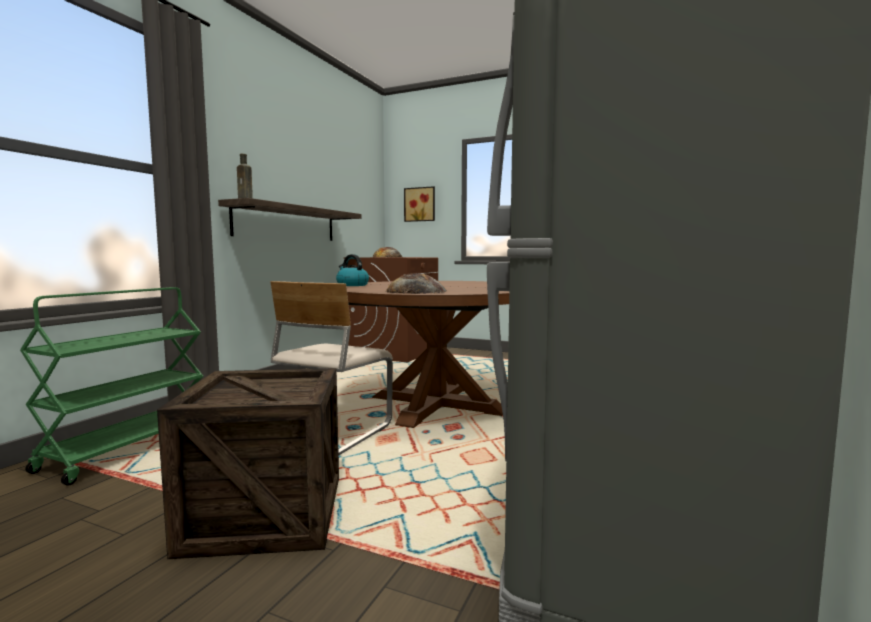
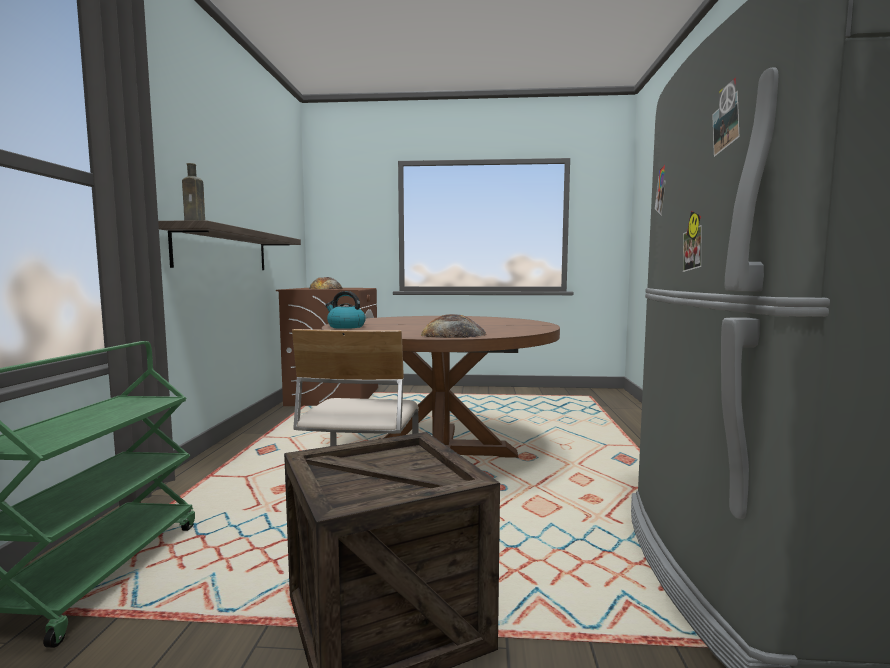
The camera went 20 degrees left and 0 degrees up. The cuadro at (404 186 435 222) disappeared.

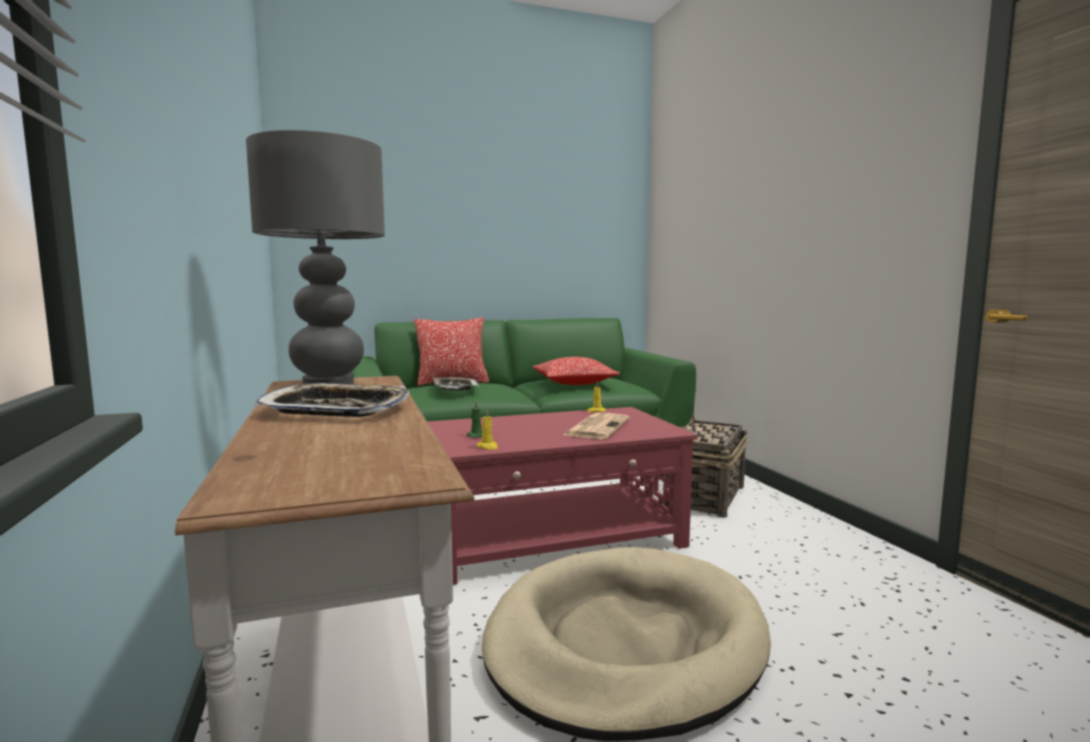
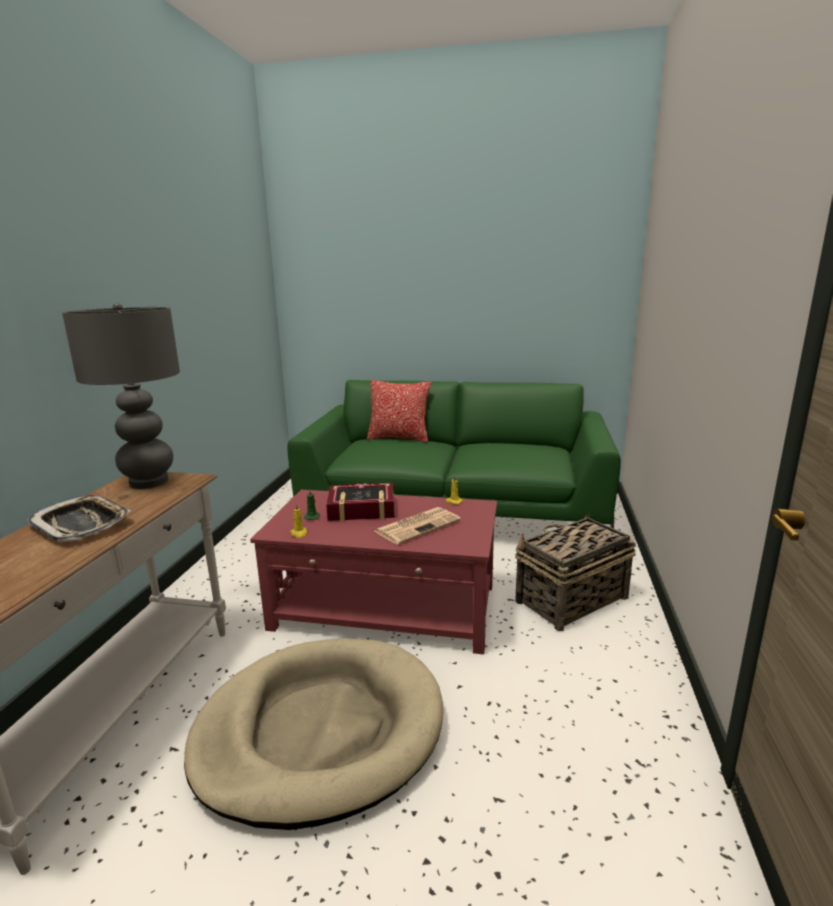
The camera went 30 degrees right and 10 degrees up. The libro at (326 483 395 522) appeared. The bandeja at (433 377 479 391) disappeared. The cojín at (533 357 620 385) disappeared.

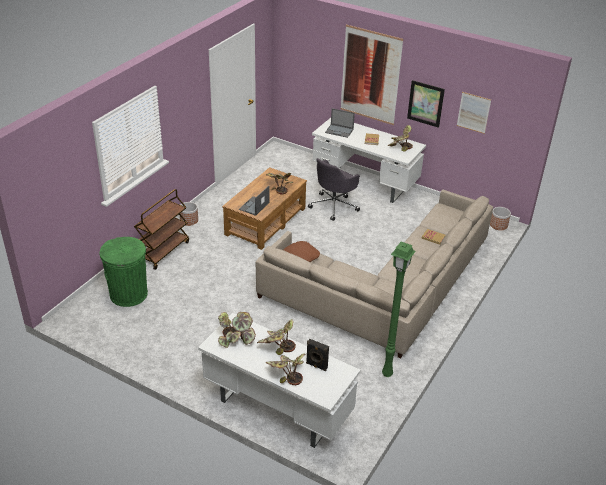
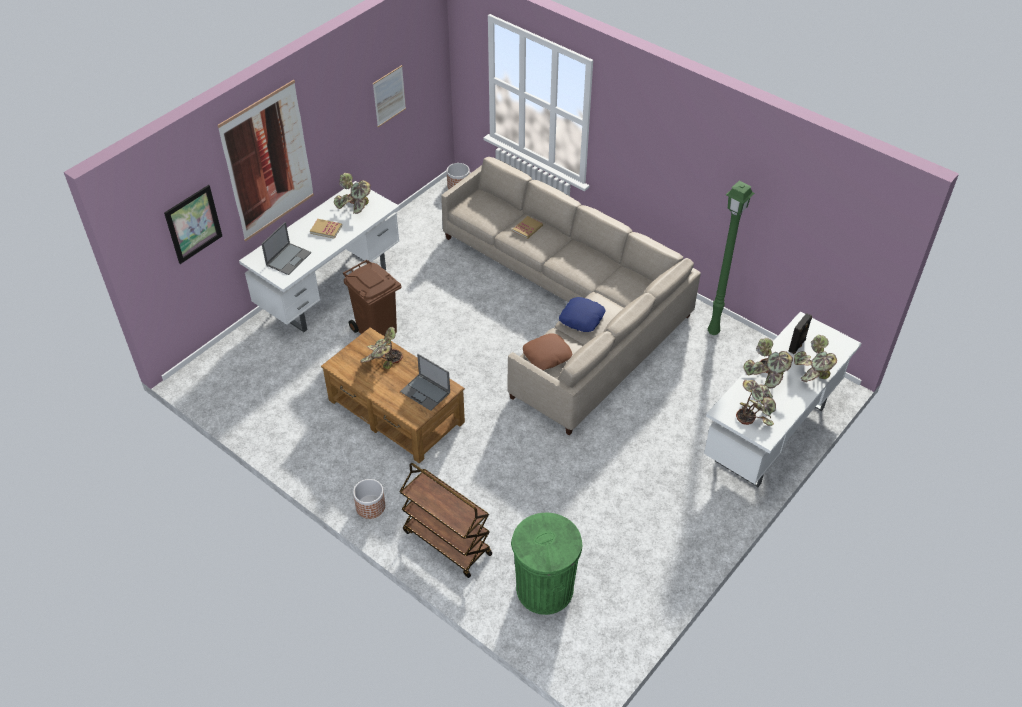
The camera went 80 degrees left and 10 degrees up. The cuadro moved from (407 80 445 128) to (164 185 222 264). The silla de oficina/gris at (308 158 360 221) was replaced by the papelera/marrón at (343 260 401 336). The cojín/azul at (559 297 606 332) appeared.

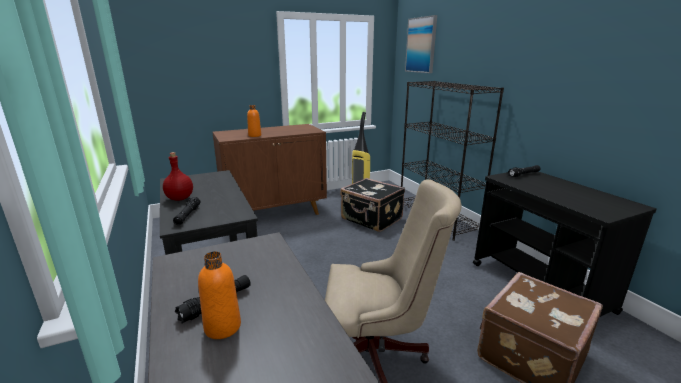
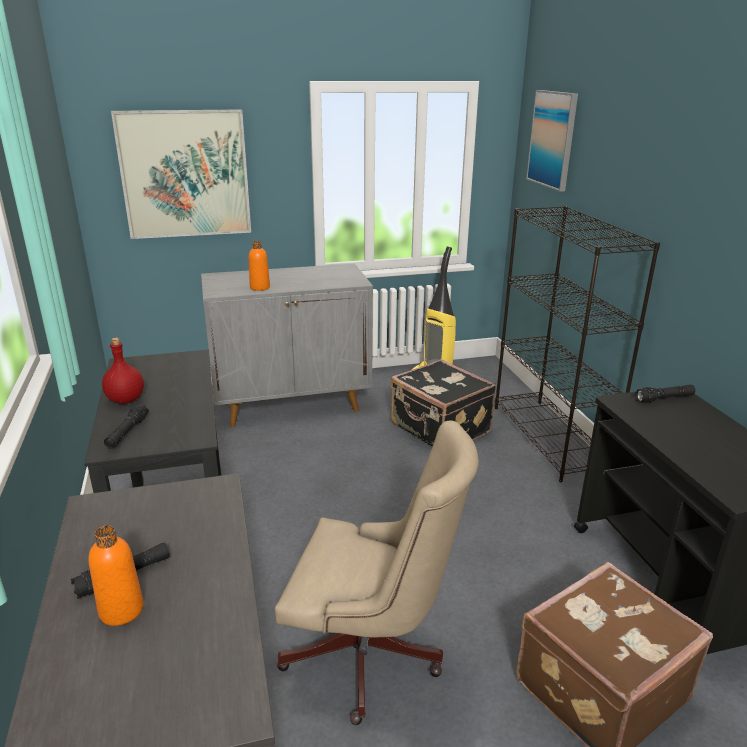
The camera went 10 degrees right and 5 degrees up. The cuadro at (111 109 251 239) appeared. The armario/marrón at (212 124 327 215) became the armario/gris at (201 263 373 427).

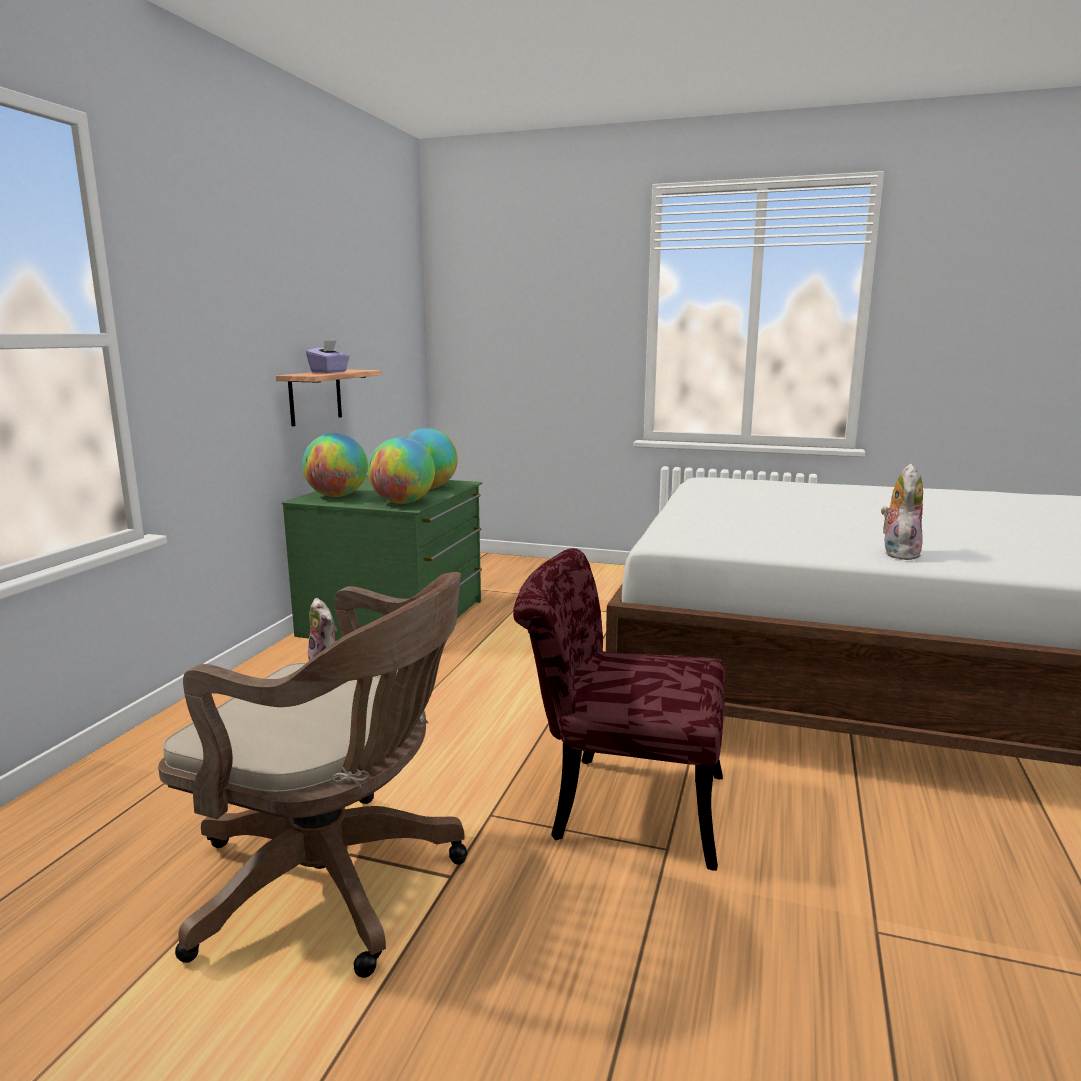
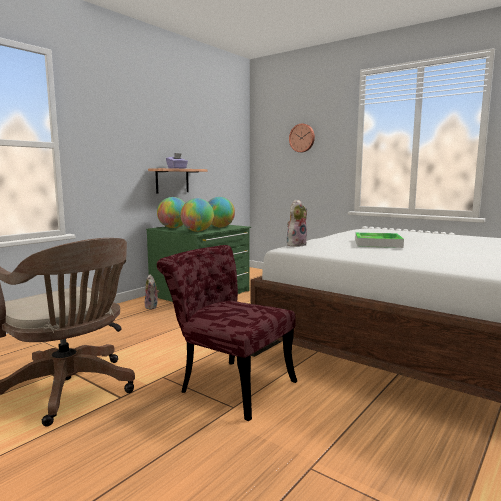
The camera went 20 degrees right and 5 degrees down. The peluche moved from (881 464 923 560) to (287 200 307 247). The reloj de pared at (289 124 315 152) appeared. The bandeja at (355 232 404 248) appeared.

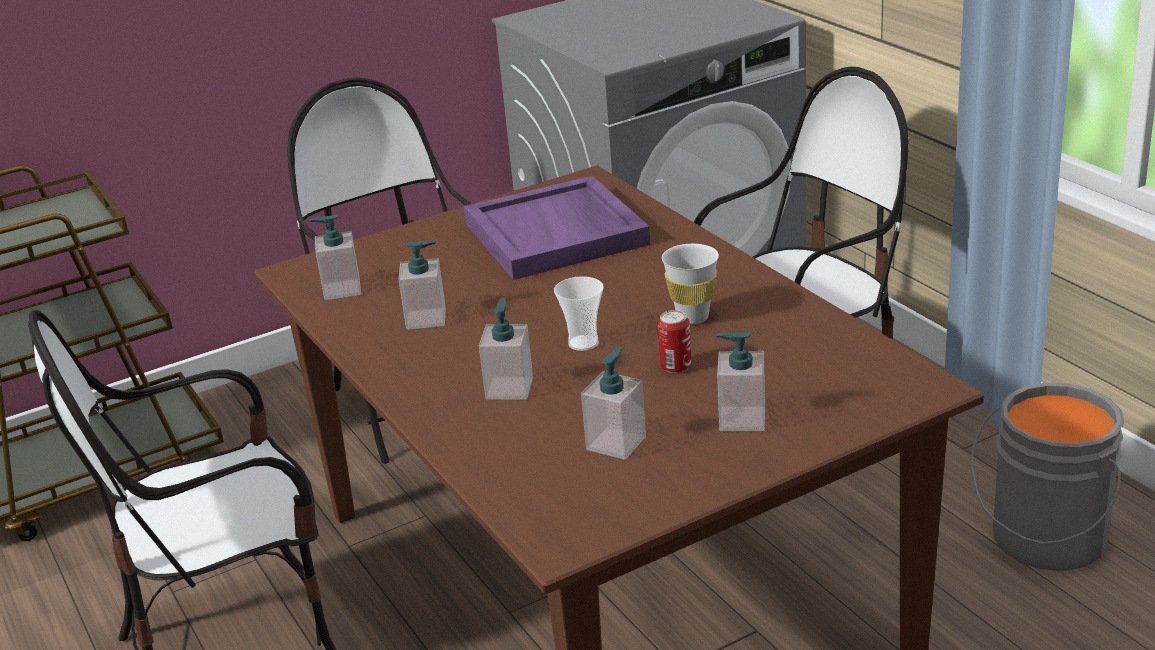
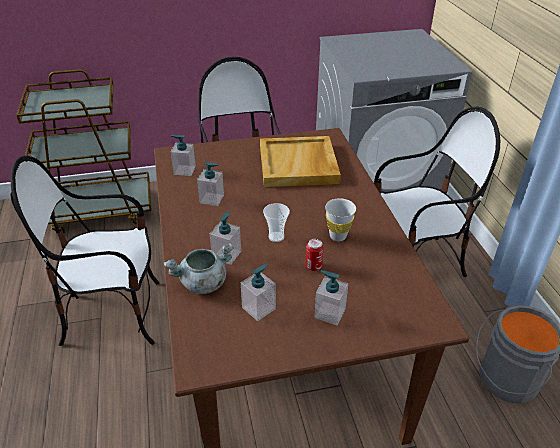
The camera went 15 degrees right and 10 degrees up. The olla/gris at (164 243 234 294) appeared. The bandeja/morado at (464 176 650 280) became the bandeja/beis at (260 136 341 187).

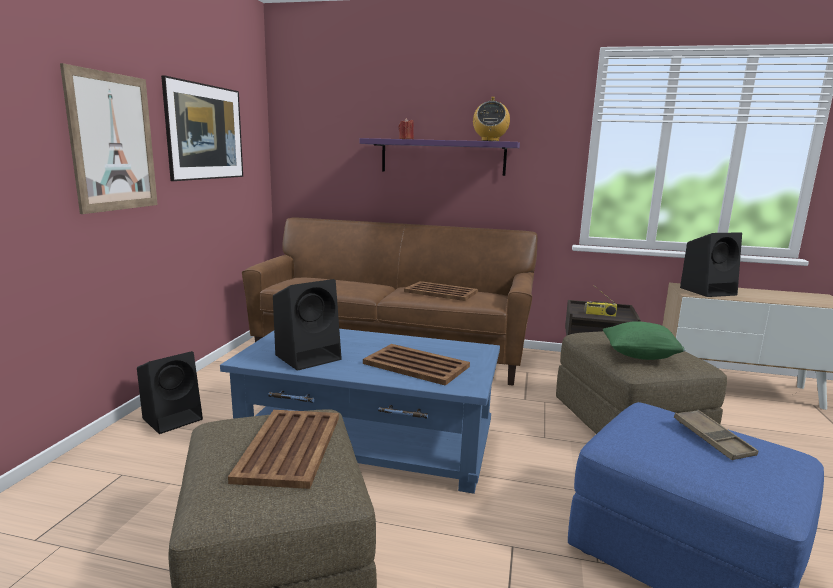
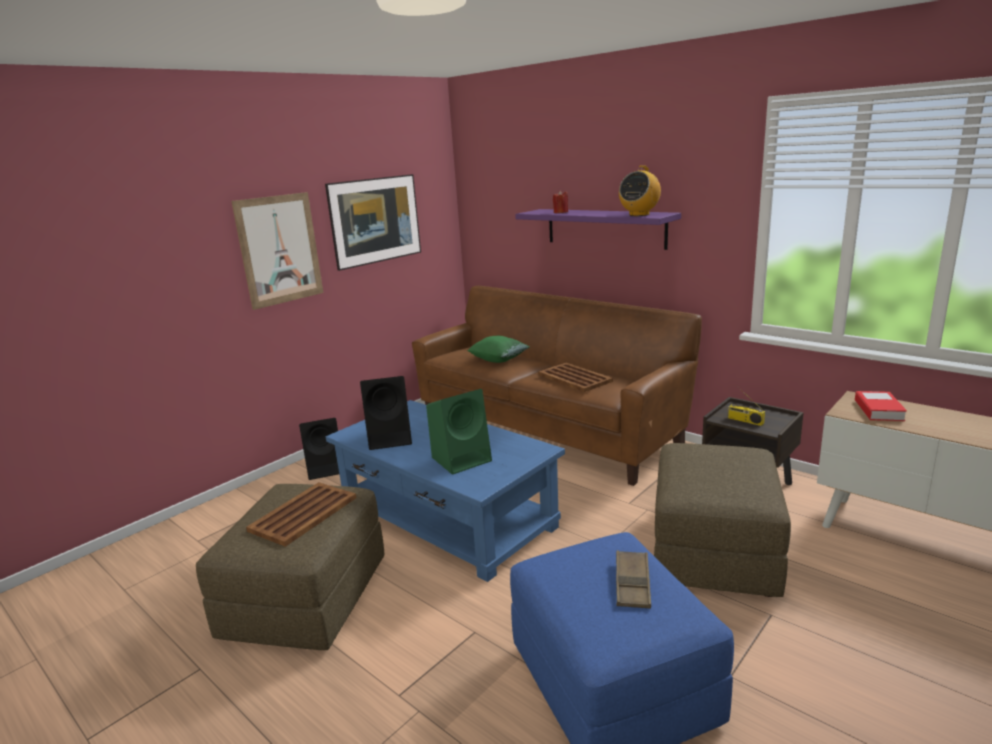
The camera went 30 degrees right and 5 degrees up. The bandeja/marrón at (363 344 470 386) was replaced by the altavoz/verde at (426 389 492 474). The cojín/verde moved from (603 321 686 360) to (467 336 529 363). The altavoz/negro at (680 232 742 297) was replaced by the libro at (855 391 907 421).

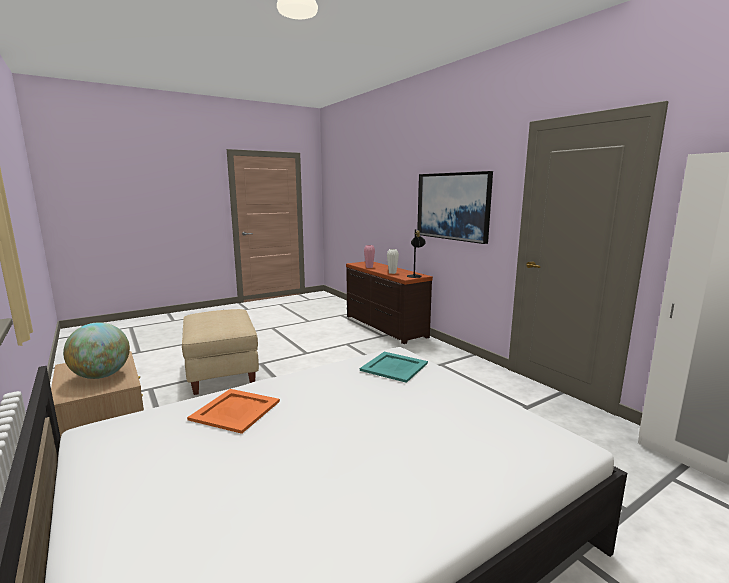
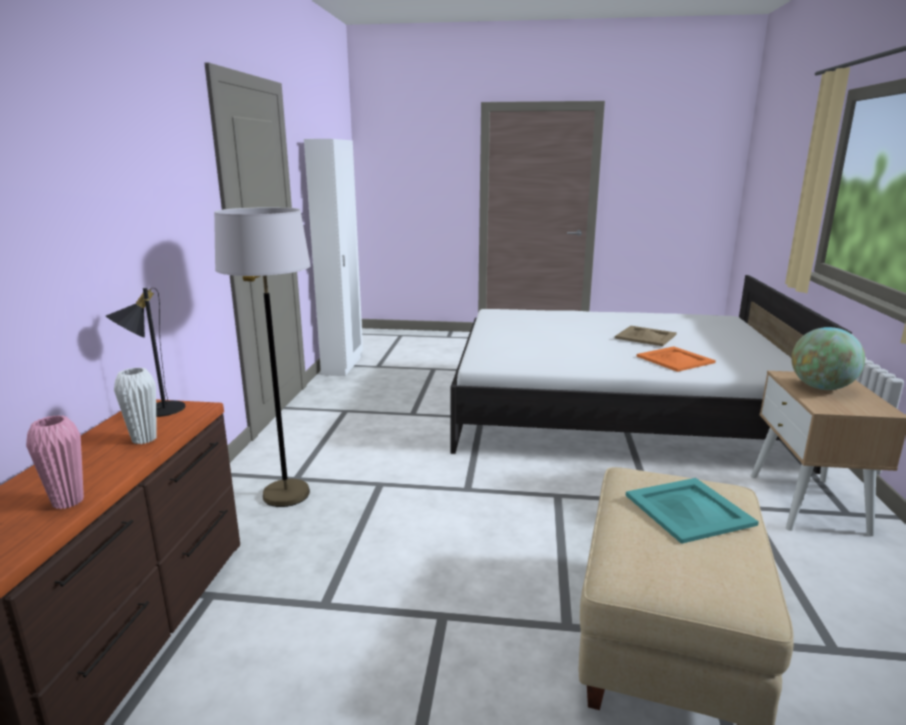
The camera went 140 degrees left and 5 degrees up. The lámpara de pie/gris at (214 207 311 507) appeared. The bandeja/beis at (615 326 677 346) appeared. The bandeja/turquesa moved from (360 352 428 383) to (625 478 759 544). The cuadro at (417 171 493 244) disappeared.

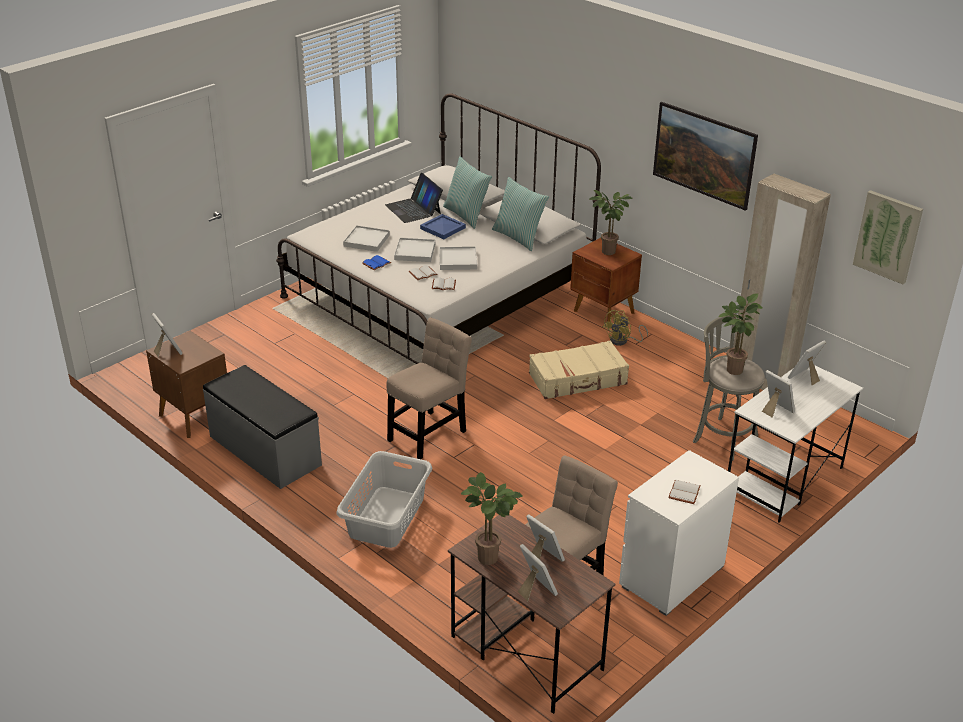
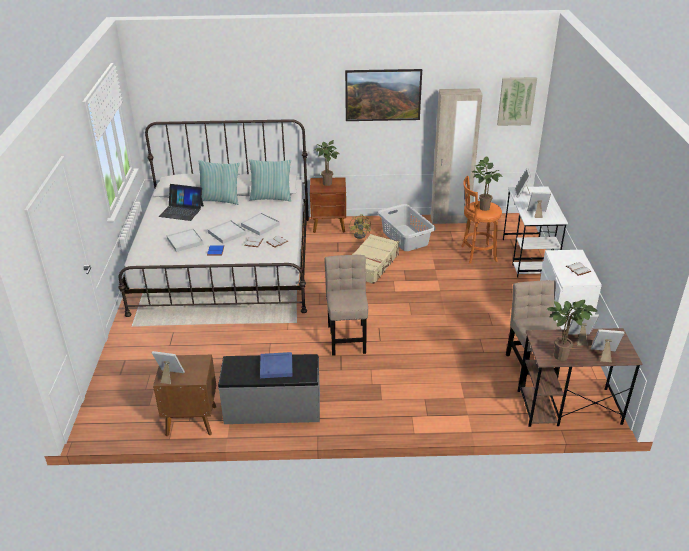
The camera went 45 degrees left and 0 degrees up. The bandeja/azul moved from (420 214 466 239) to (260 352 293 378). The cesto de la ropa/gris moved from (336 451 432 548) to (378 204 436 251). The taburete/gris at (693 313 765 461) became the taburete/naranja at (461 176 502 264).

